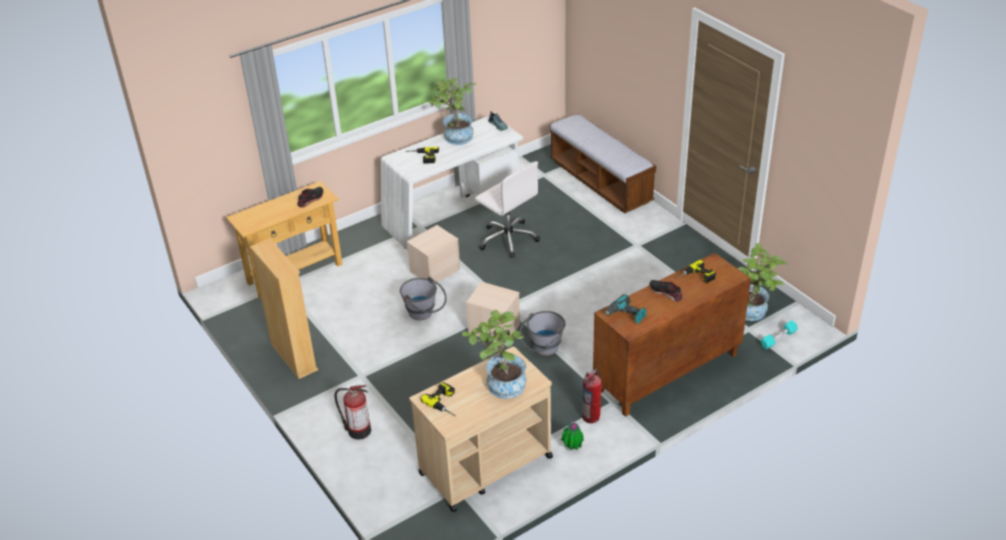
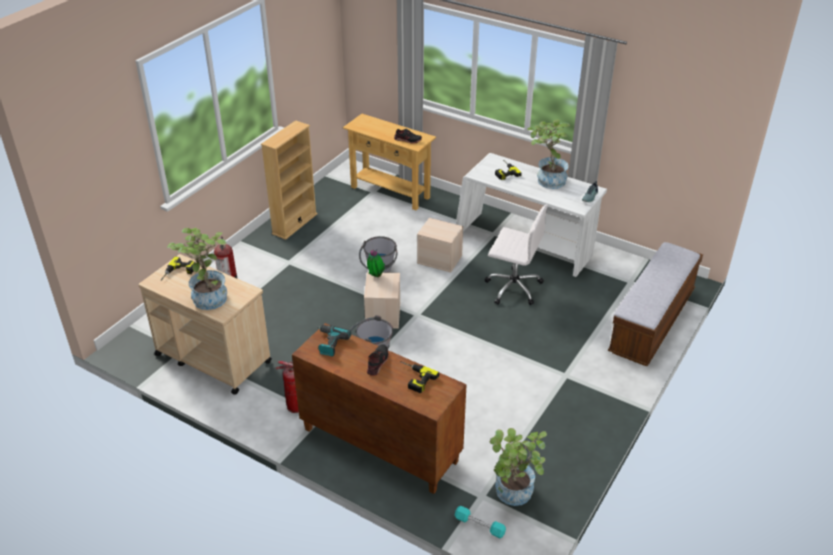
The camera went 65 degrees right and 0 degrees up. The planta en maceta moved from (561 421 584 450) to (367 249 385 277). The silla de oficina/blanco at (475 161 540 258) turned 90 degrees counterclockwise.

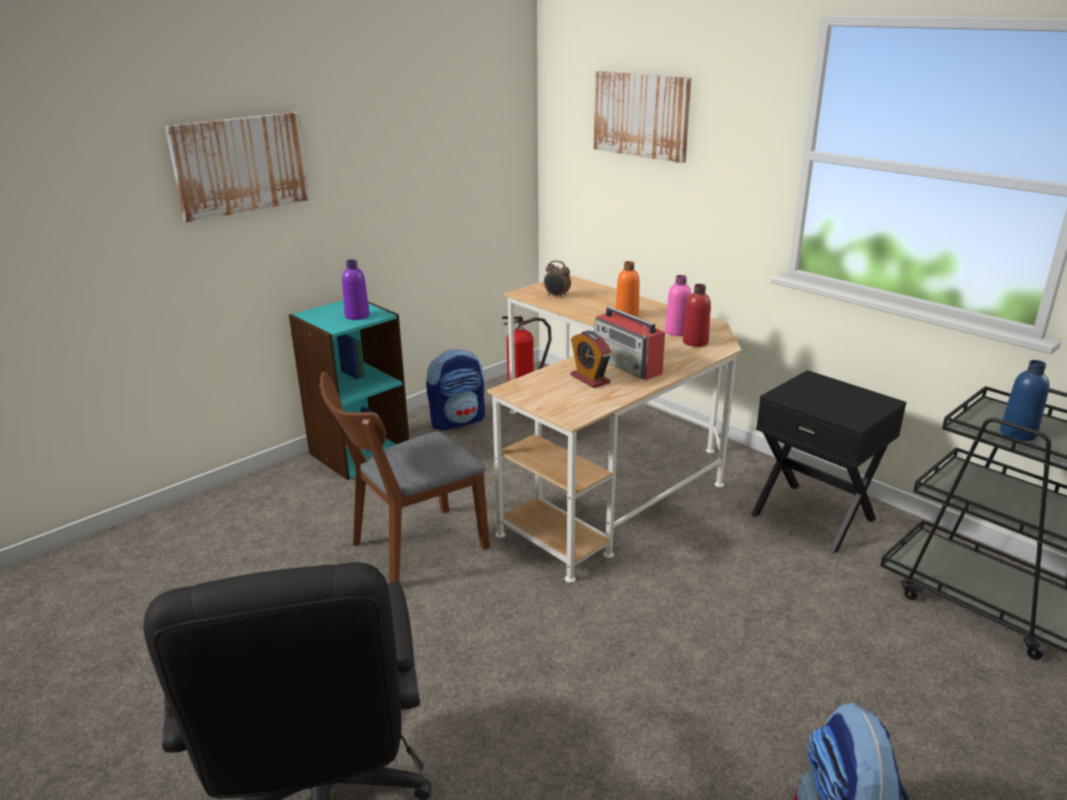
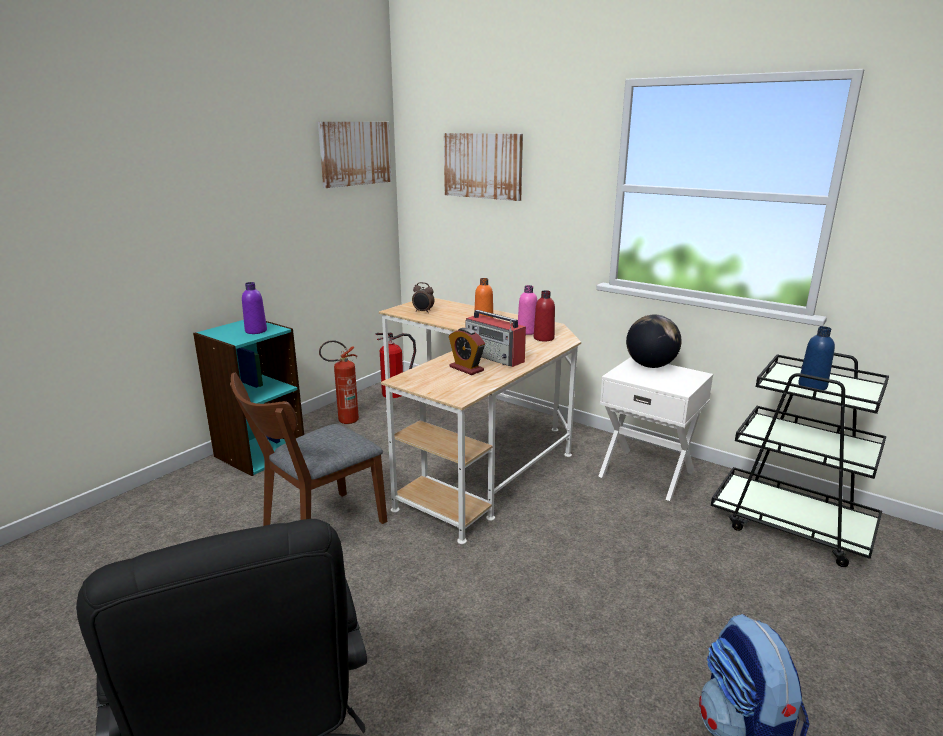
The camera went 10 degrees left and 5 degrees down. The cuadro moved from (165 112 310 222) to (318 122 391 188). The mochila at (426 349 485 431) was replaced by the extintor at (319 340 359 424). The mesita de noche/negro at (751 370 906 554) became the mesita de noche/blanco at (598 357 713 501). The globo terráqueo at (626 315 682 368) appeared.

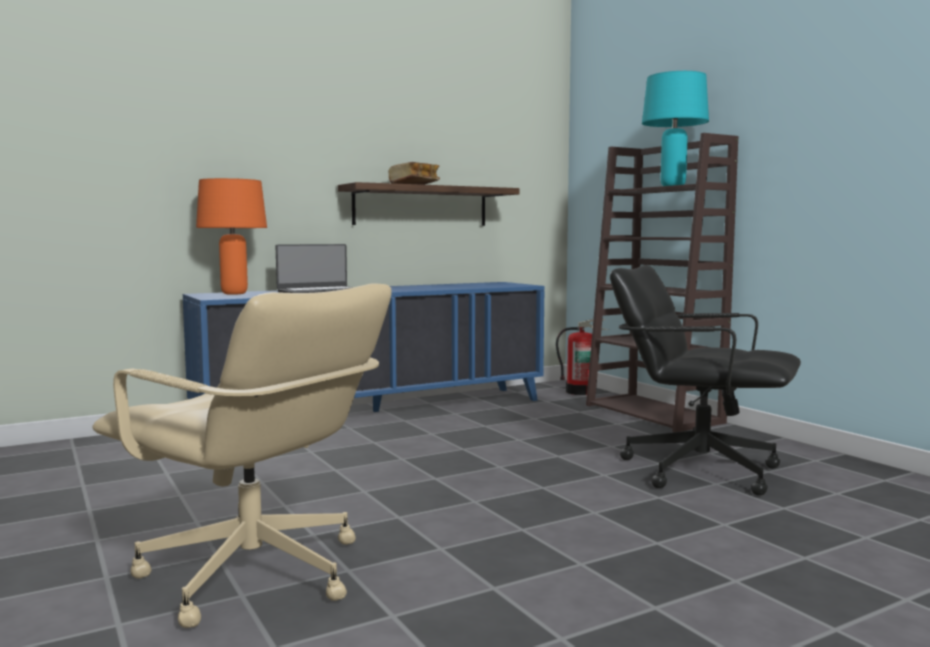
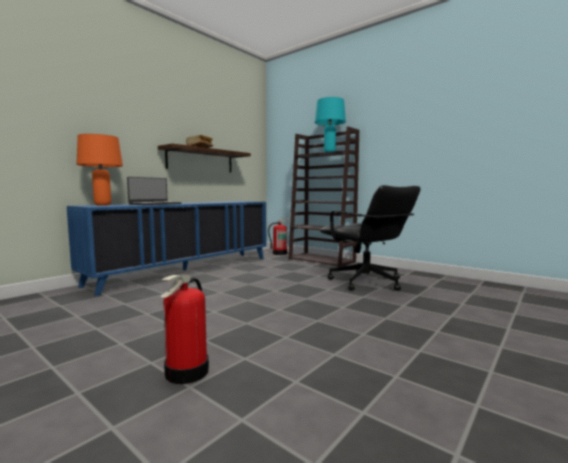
The camera went 20 degrees left and 0 degrees up. The silla de oficina/beis at (92 283 392 628) was replaced by the extintor at (160 274 209 384). The silla de oficina/negro at (610 265 801 495) turned 135 degrees counterclockwise.

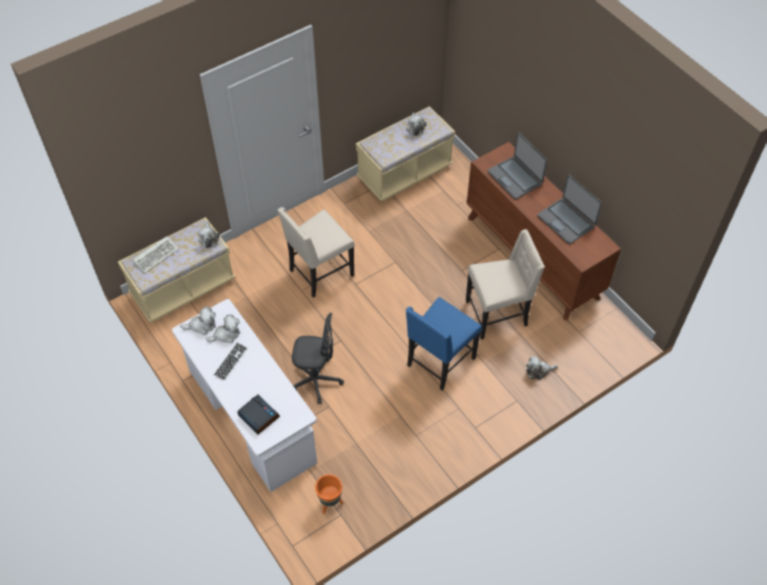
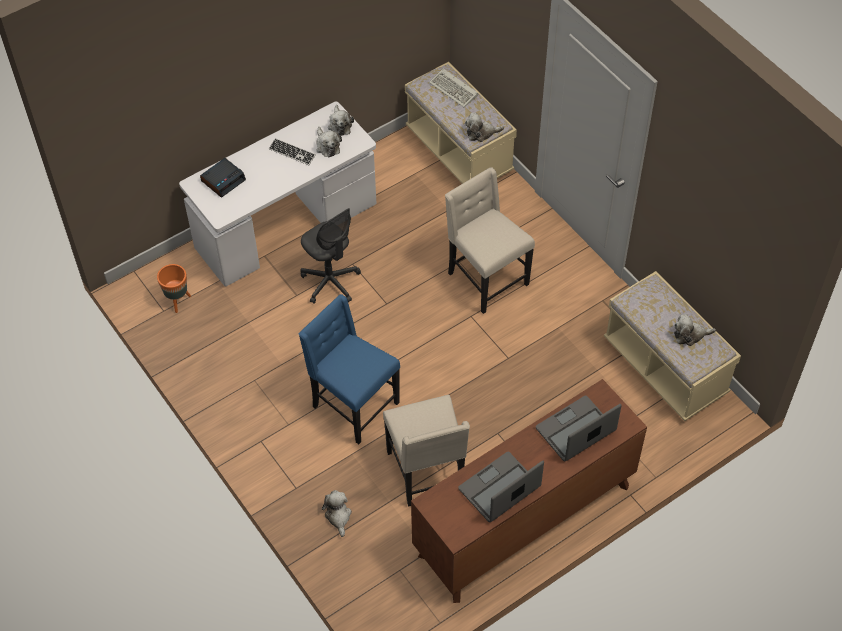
The camera went 90 degrees right and 0 degrees up. The silla de oficina/gris at (292 313 344 404) turned 45 degrees counterclockwise.

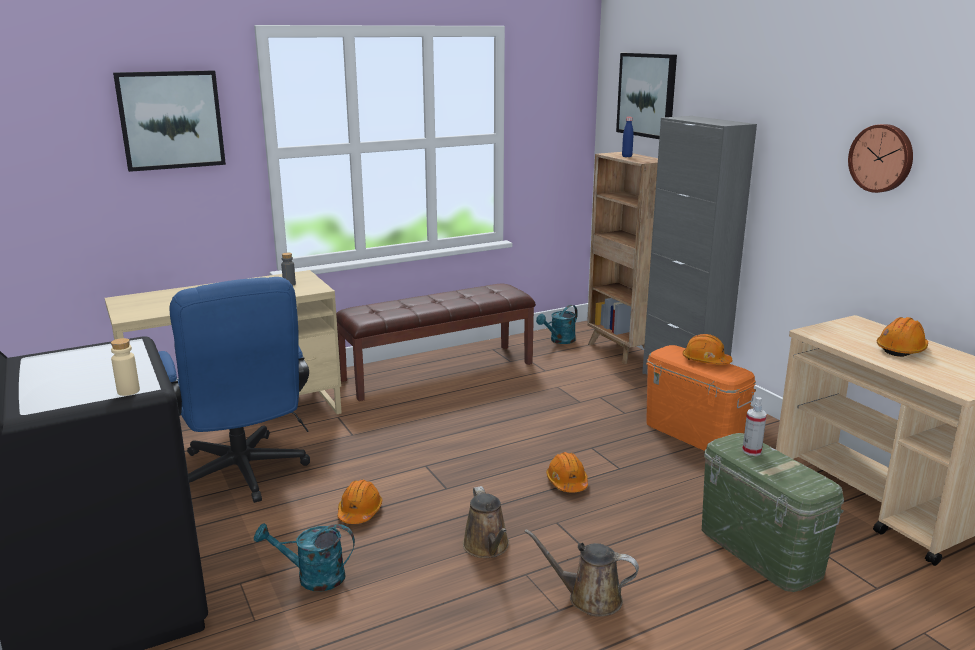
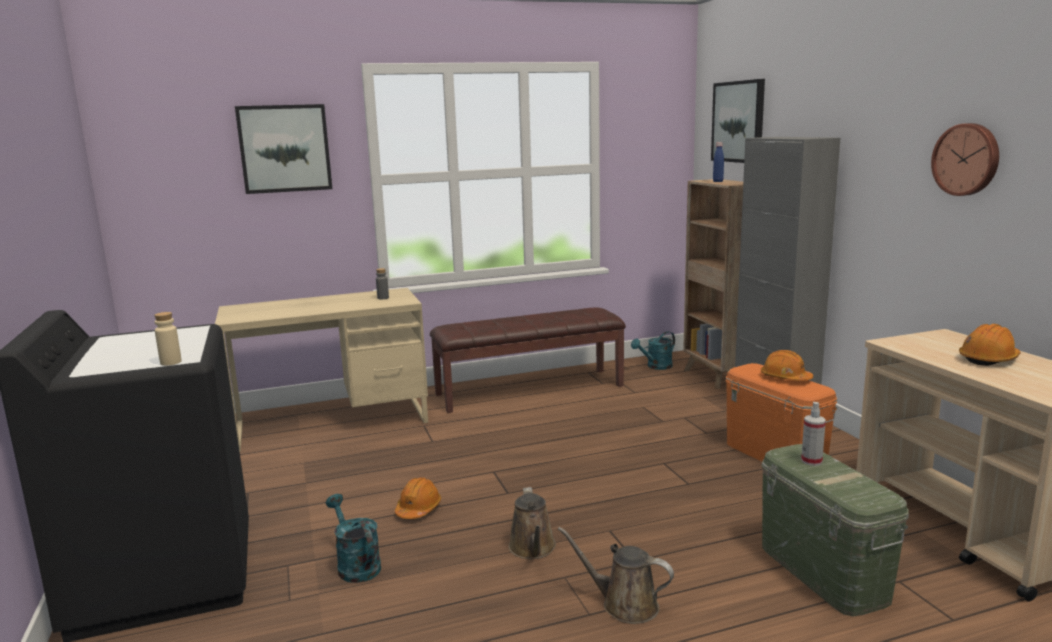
The camera went 10 degrees right and 5 degrees down. The regadera/turquesa at (254 523 355 591) turned 45 degrees clockwise. The silla de oficina/azul at (158 277 310 503) disappeared. The casco/naranja at (546 452 588 493) disappeared.

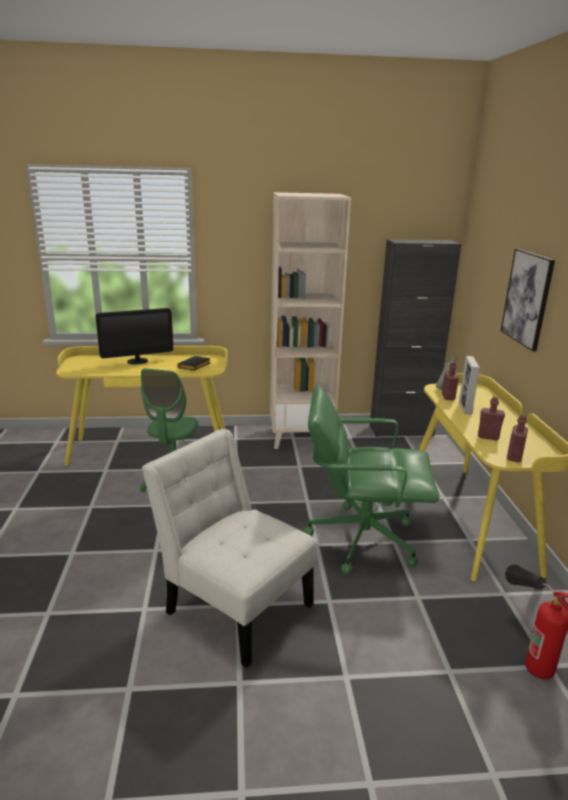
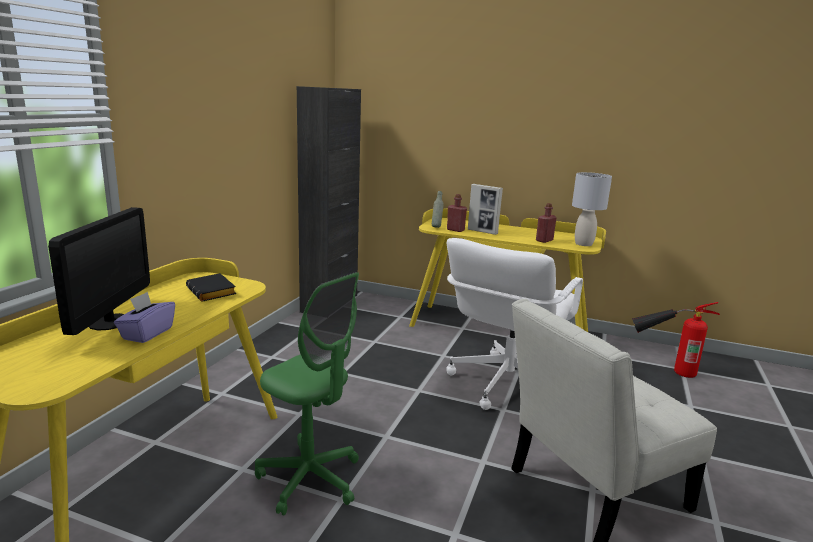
The camera went 65 degrees left and 5 degrees down. The caja de pañuelos/morado at (114 292 175 343) appeared. The silla de oficina/verde at (304 385 439 574) became the silla de oficina/blanco at (446 238 583 410). The botella/rojo at (507 415 528 462) was replaced by the lámpara de mesa/gris at (572 172 612 246). The estantería/beis at (270 192 351 449) disappeared. The cuadro at (501 249 555 351) disappeared.

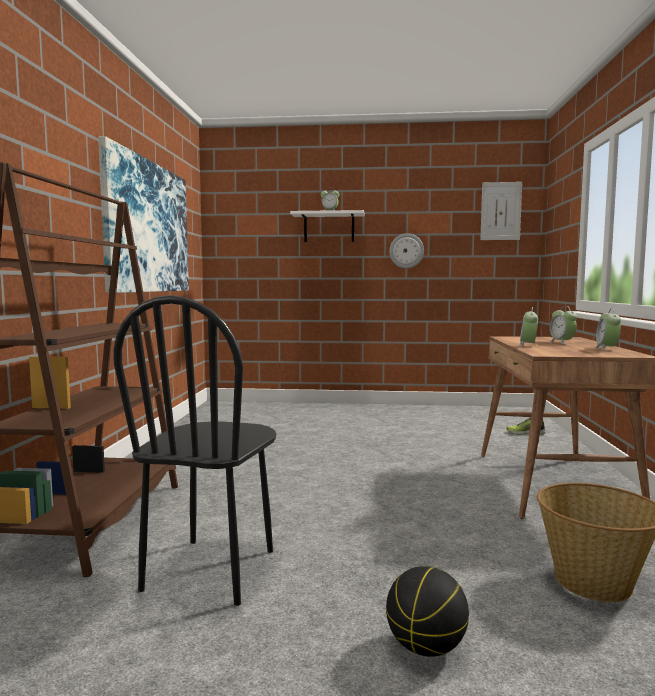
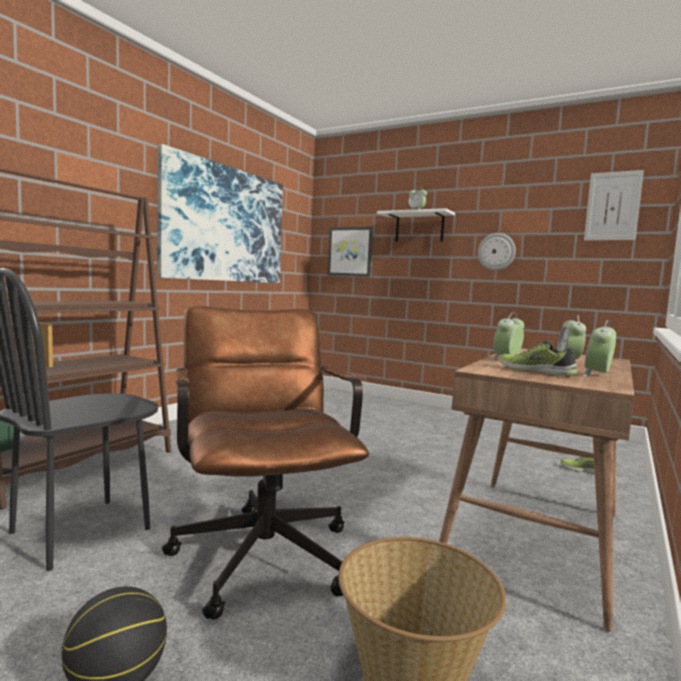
The camera went 25 degrees right and 0 degrees up. The silla de oficina/marrón at (161 306 369 620) appeared. The cuadro at (328 226 373 277) appeared. The zapato at (499 340 578 377) appeared.

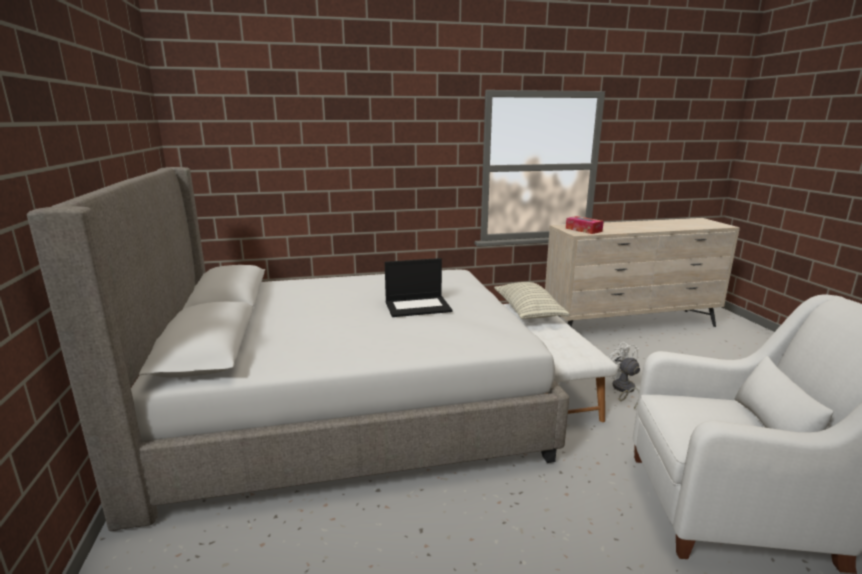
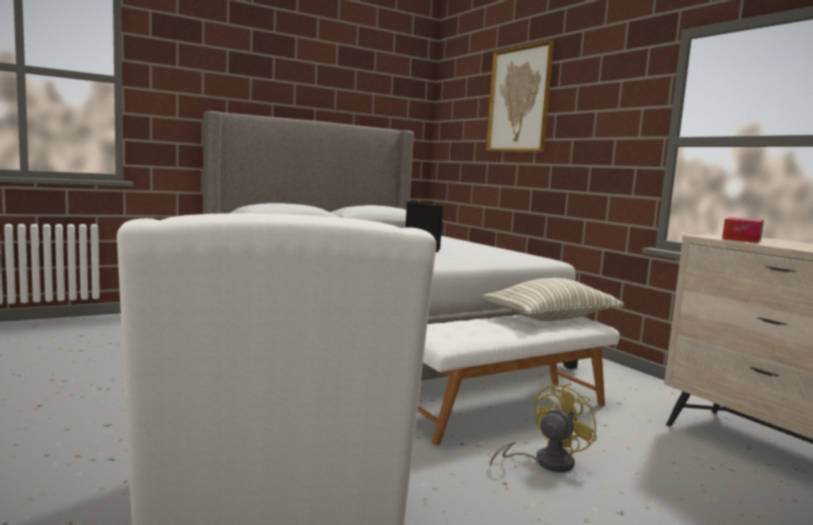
The camera went 70 degrees right and 10 degrees down. The cuadro at (486 40 554 152) appeared. The ventilador/blanco at (608 342 640 409) became the ventilador/amarillo at (490 383 597 472).

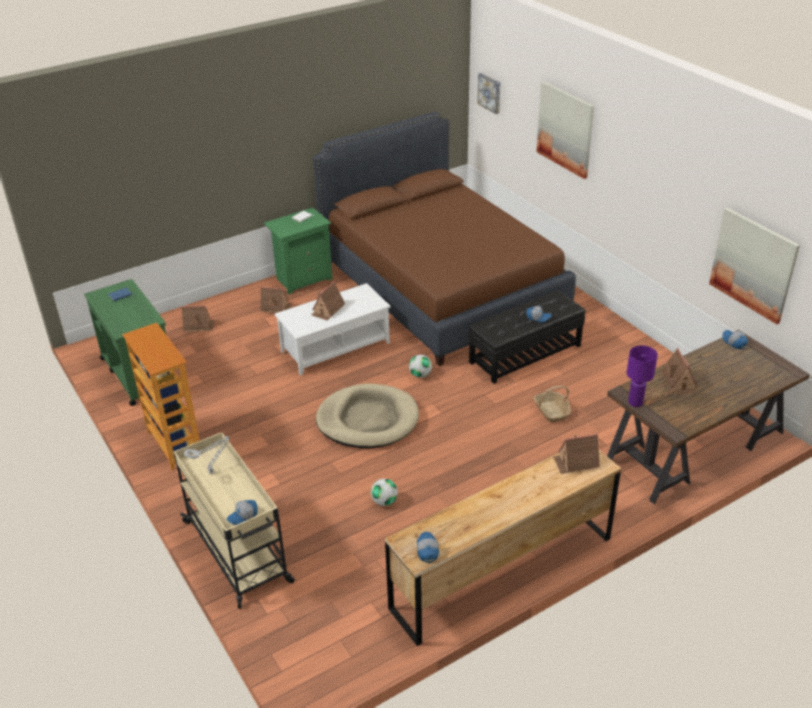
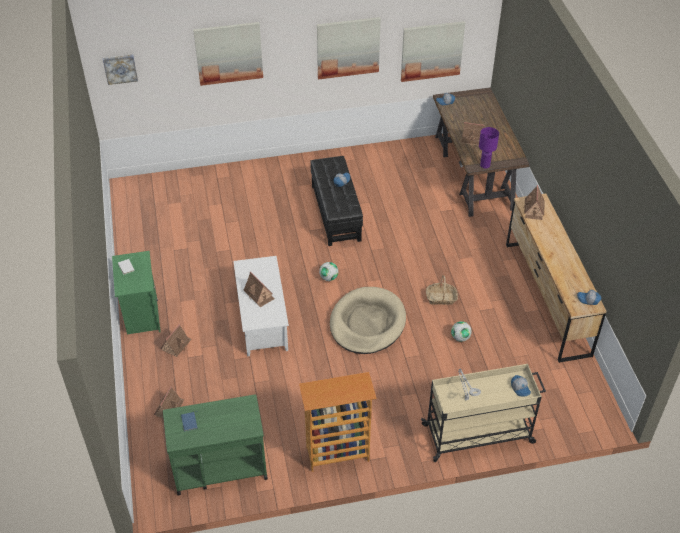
The camera went 70 degrees left and 10 degrees up. The cuadro at (317 17 381 80) appeared. The cesta moved from (534 386 571 422) to (426 275 458 305). The cama/marrón at (313 112 576 366) disappeared.

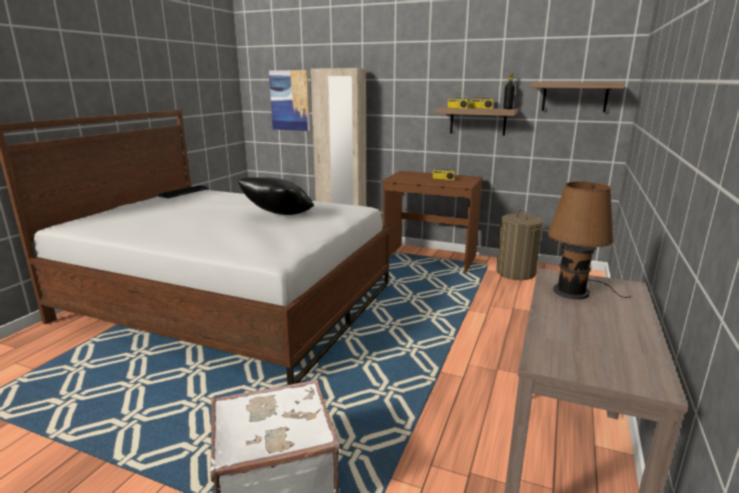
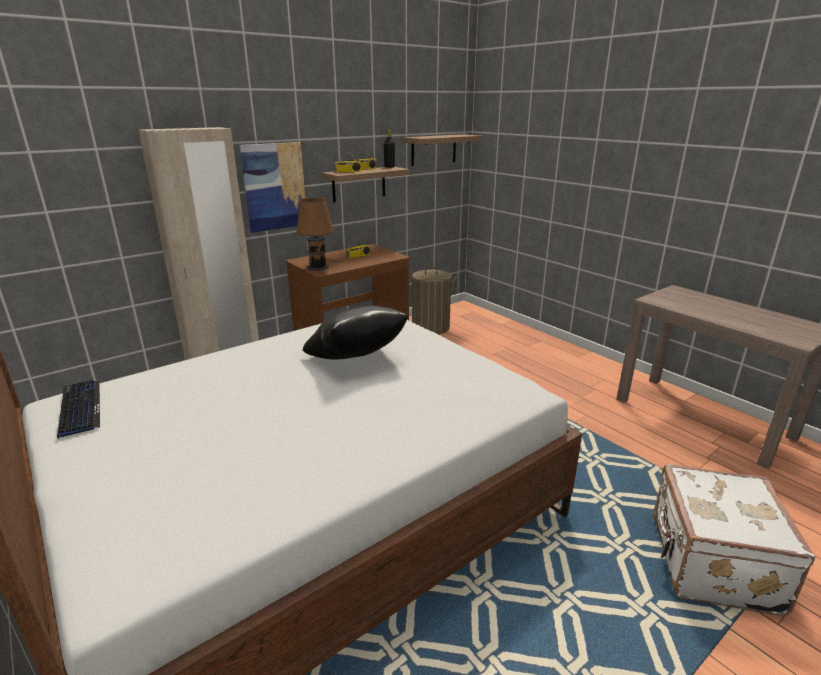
The camera went 60 degrees left and 5 degrees up. The cuadro moved from (269 70 310 131) to (240 142 305 233). The lámpara de mesa/marrón moved from (547 181 631 299) to (296 198 344 271).

